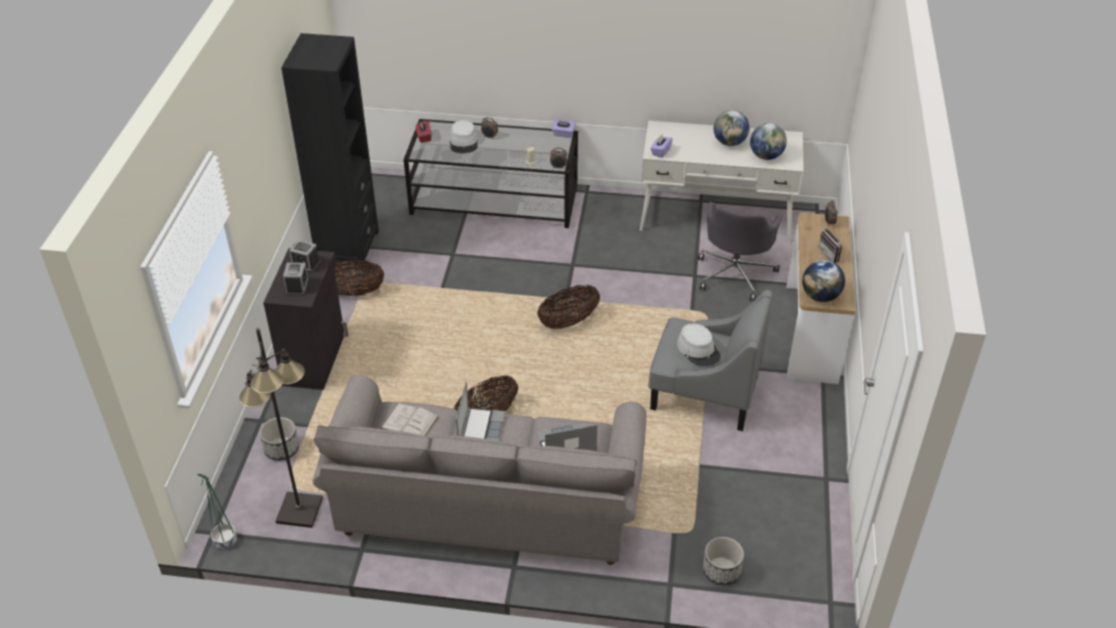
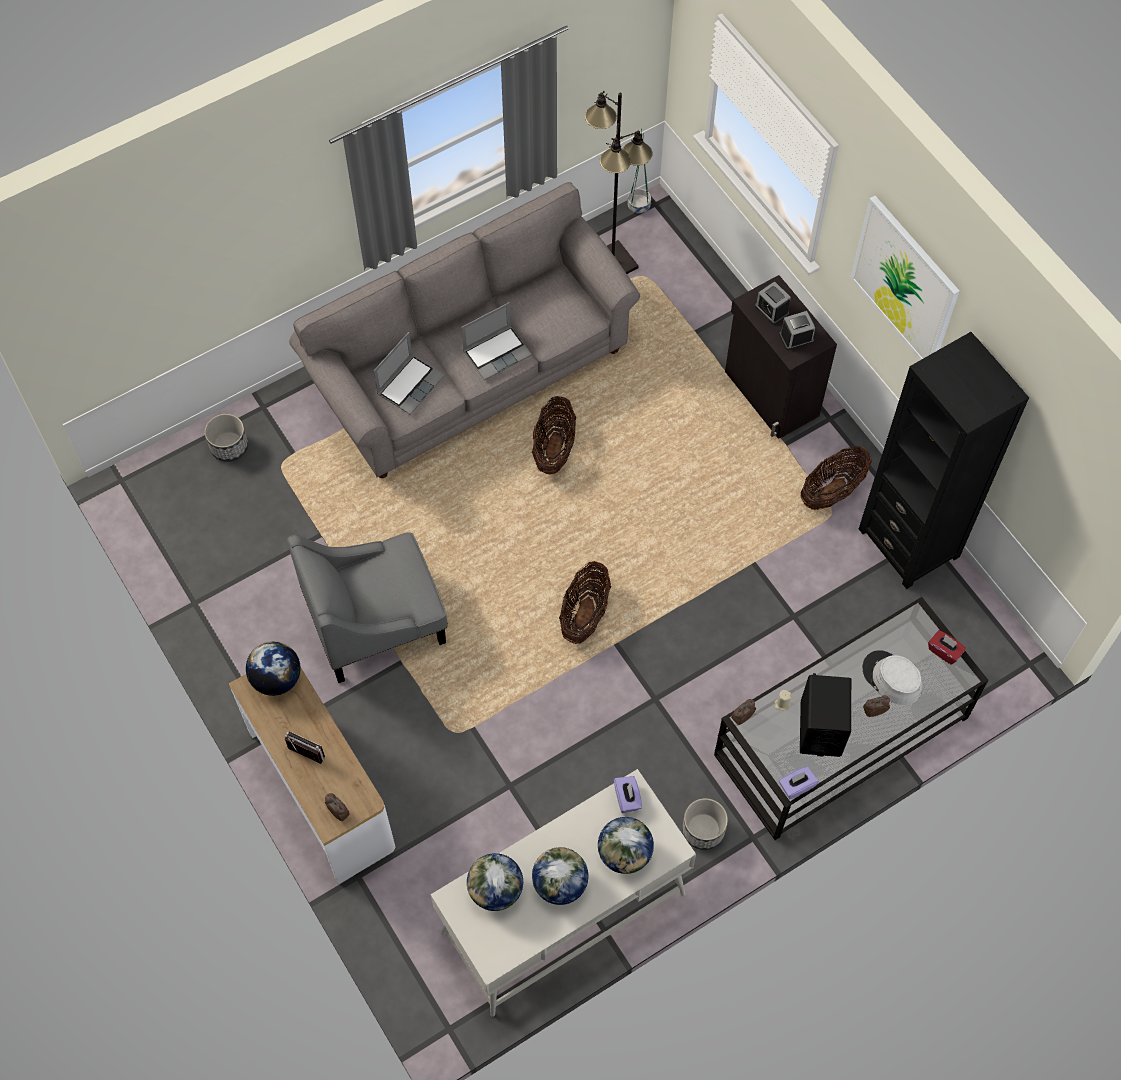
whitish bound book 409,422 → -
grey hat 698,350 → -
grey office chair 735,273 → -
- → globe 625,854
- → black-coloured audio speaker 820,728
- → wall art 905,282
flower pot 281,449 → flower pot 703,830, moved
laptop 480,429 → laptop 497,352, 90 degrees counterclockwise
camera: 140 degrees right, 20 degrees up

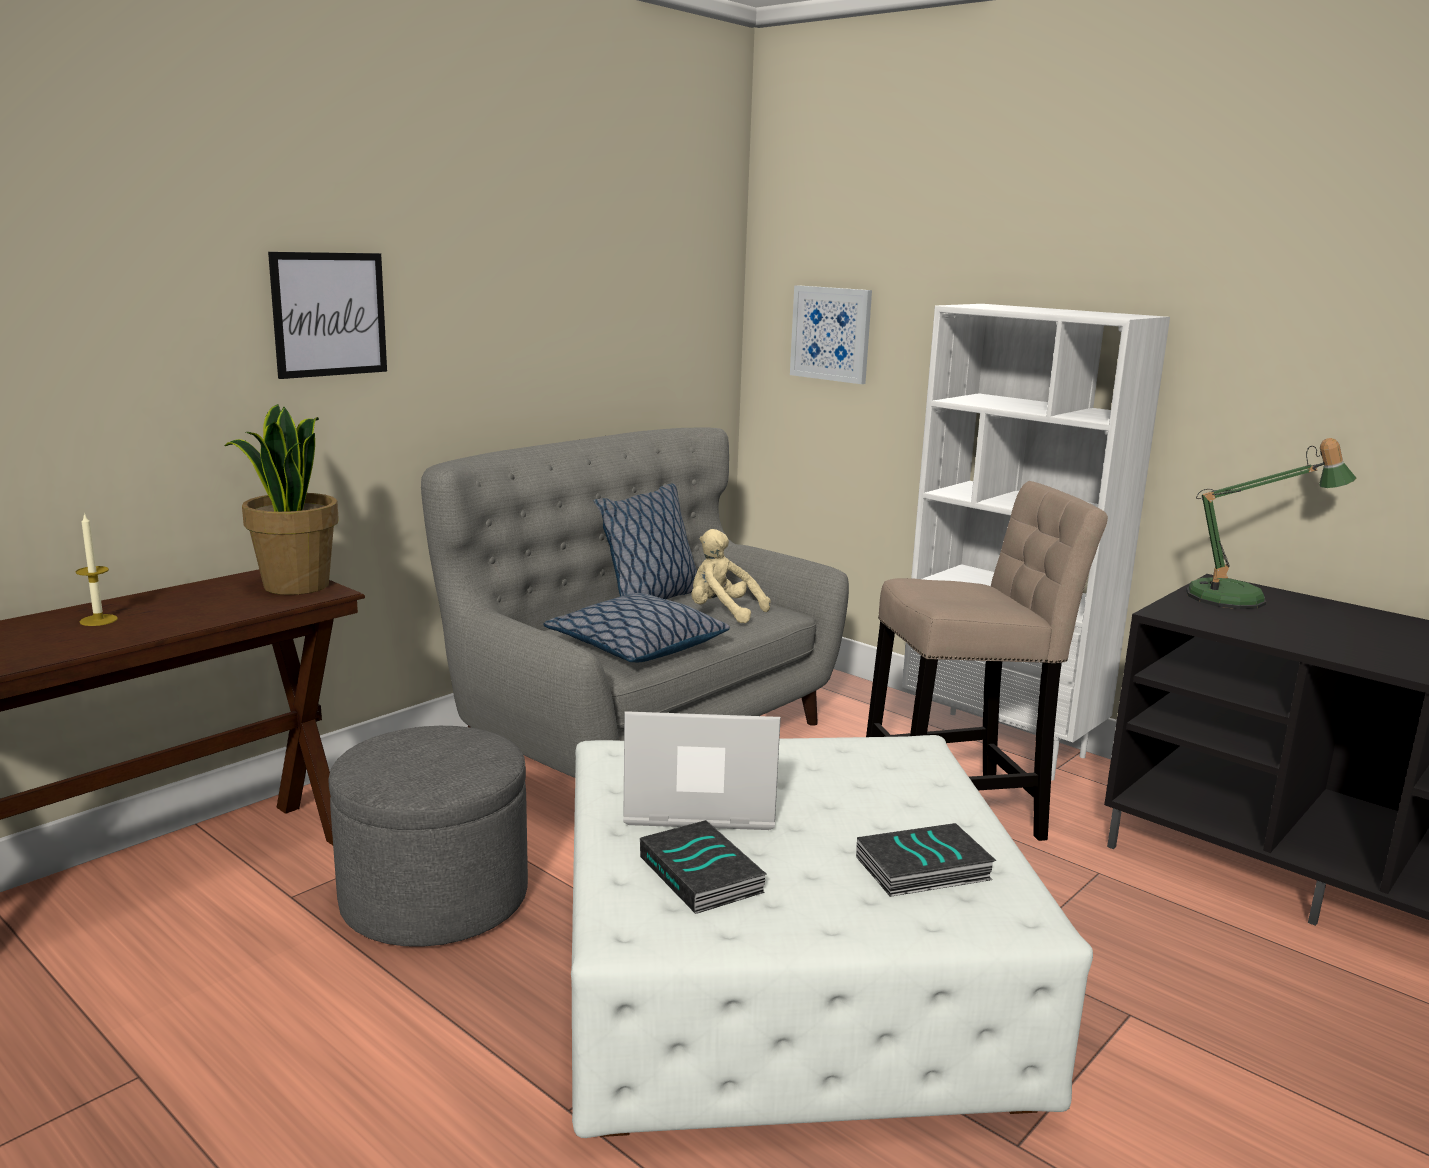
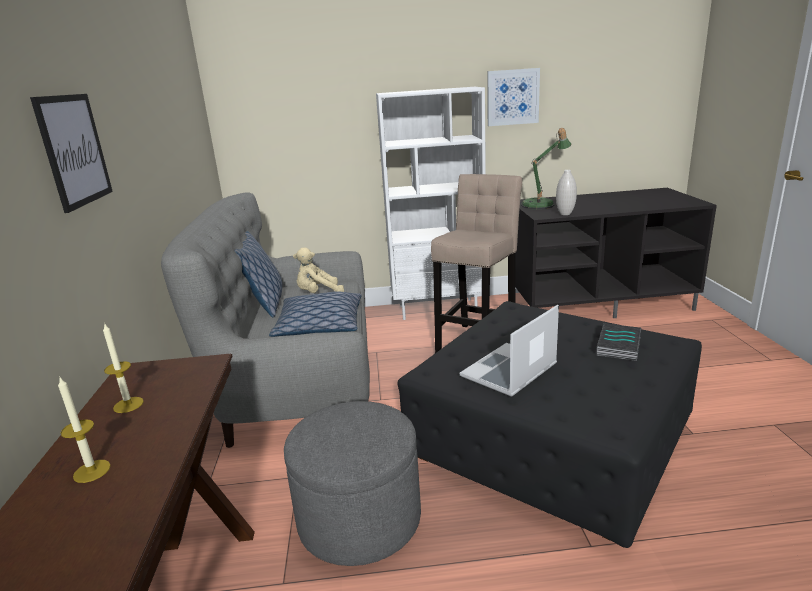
plant in a pot 295,585 → -
bound book 703,875 → -
- → wax candle 128,405
- → whitish decorative vase 565,214
wall art 831,333 → wall art 512,97, moved
whitish pouffe 784,986 → black-coloured pouffe 551,439
camera: 45 degrees left, 5 degrees up

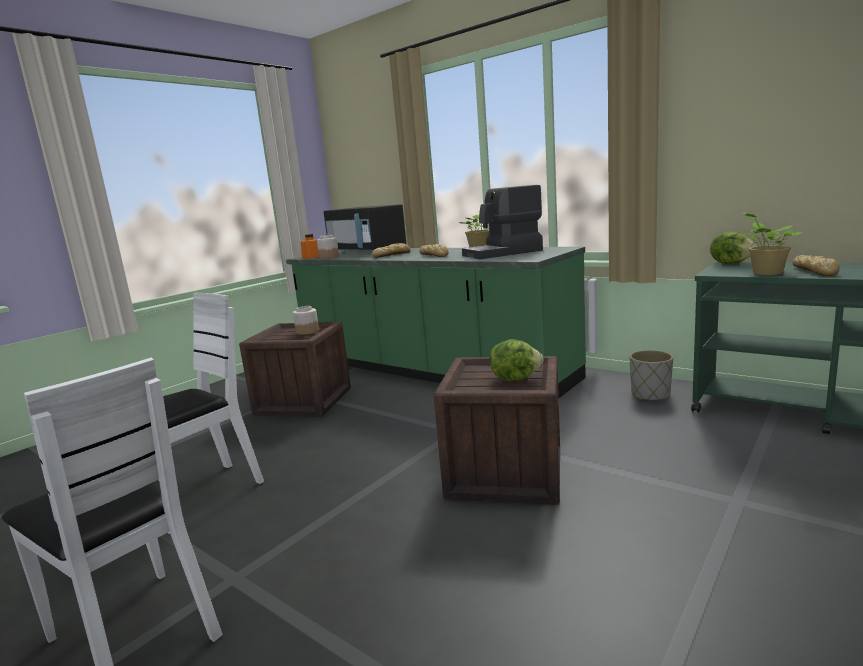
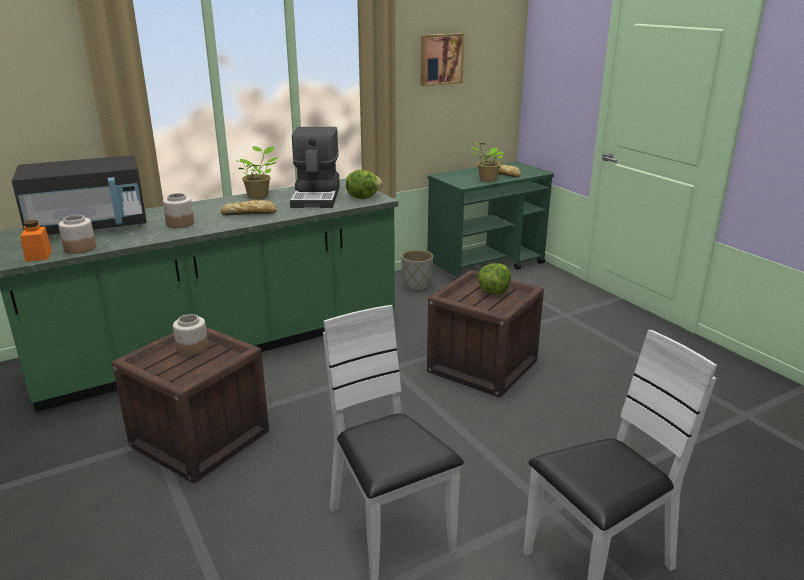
- → wall art 440,59
head of lettuce 731,263 → head of lettuce 363,197, moved
baked bread 392,255 → preserve jar 180,223
camera: 70 degrees left, 10 degrees up

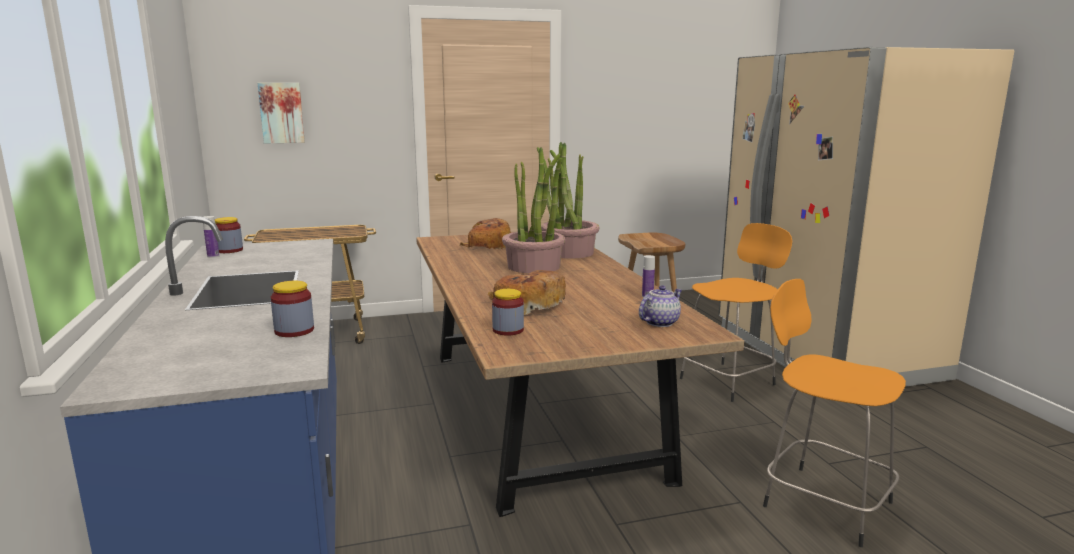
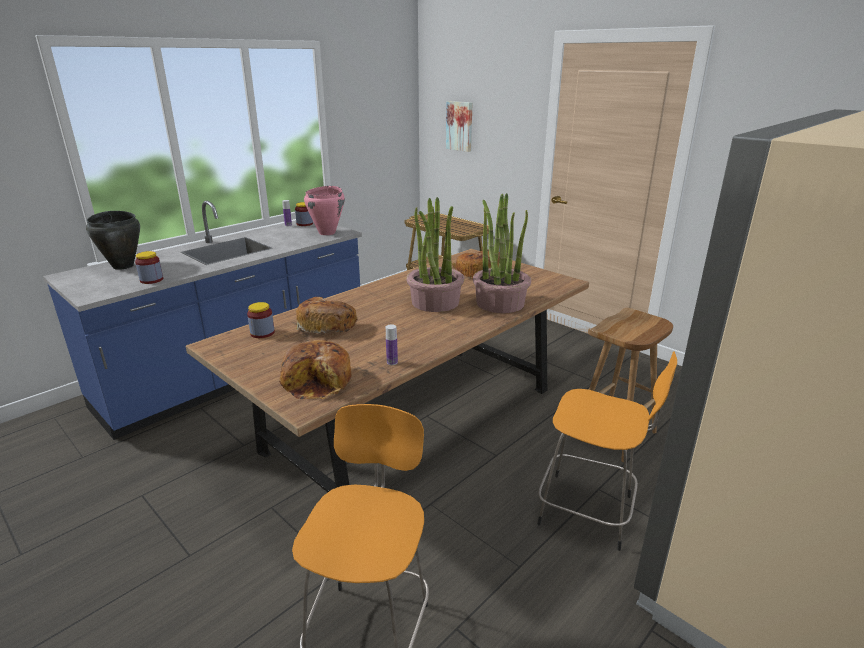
- → black-coloured cooking pot 123,266
- → pink cooking pot 327,233
pot for tea 659,322 → baked bread 319,381
camera: 60 degrees right, 10 degrees up

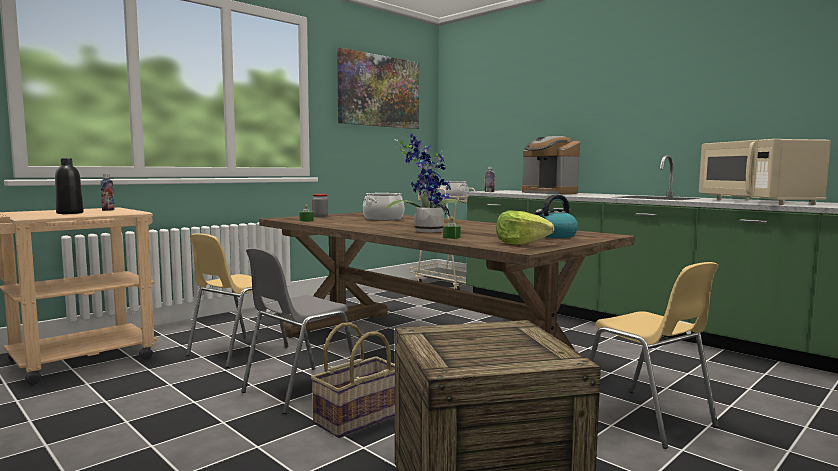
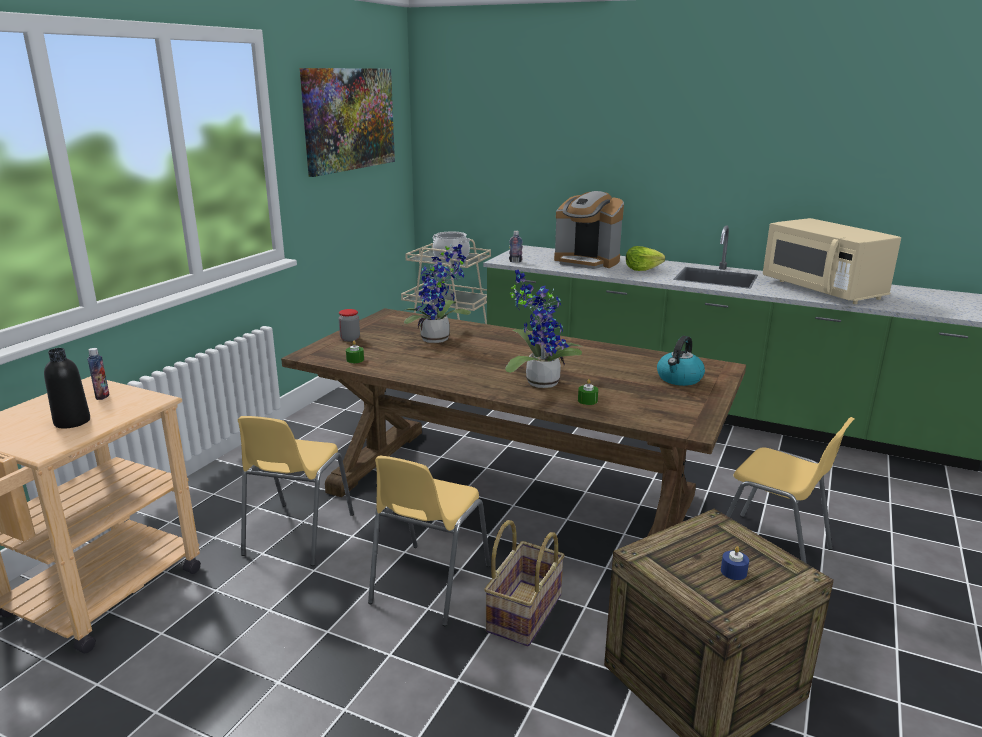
- → blue wax candle 733,572
head of lettuce 521,243 → head of lettuce 642,269, moved
cooking pot 383,219 → plant in a pot 439,339
grey plain chair 299,390 → yellow-coloured plain chair 428,584
camera: 20 degrees left, 15 degrees up

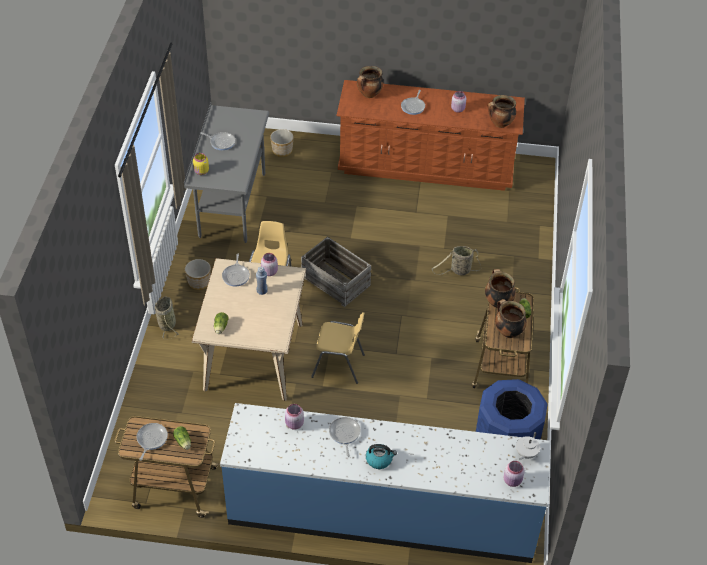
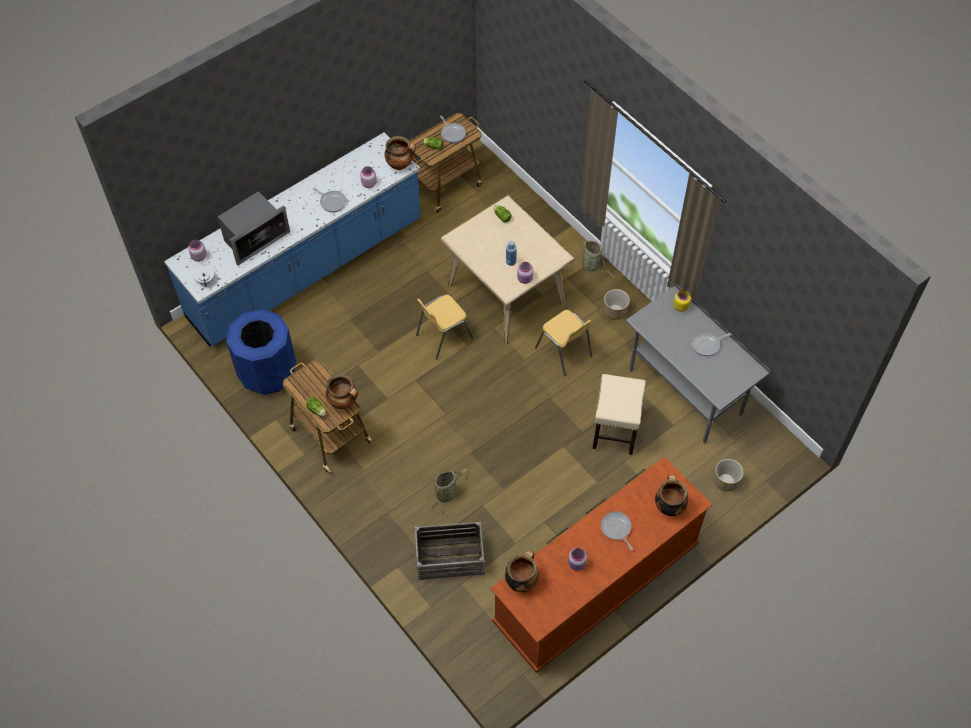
pan 236,275 → -
tea kettle 379,460 → -
- → microwave 254,238
- → beige stool seat 615,430
crate 336,281 → crate 450,558, moved
cooking pot 508,331 → cooking pot 400,164, moved
camera: 135 degrees right, 10 degrees up

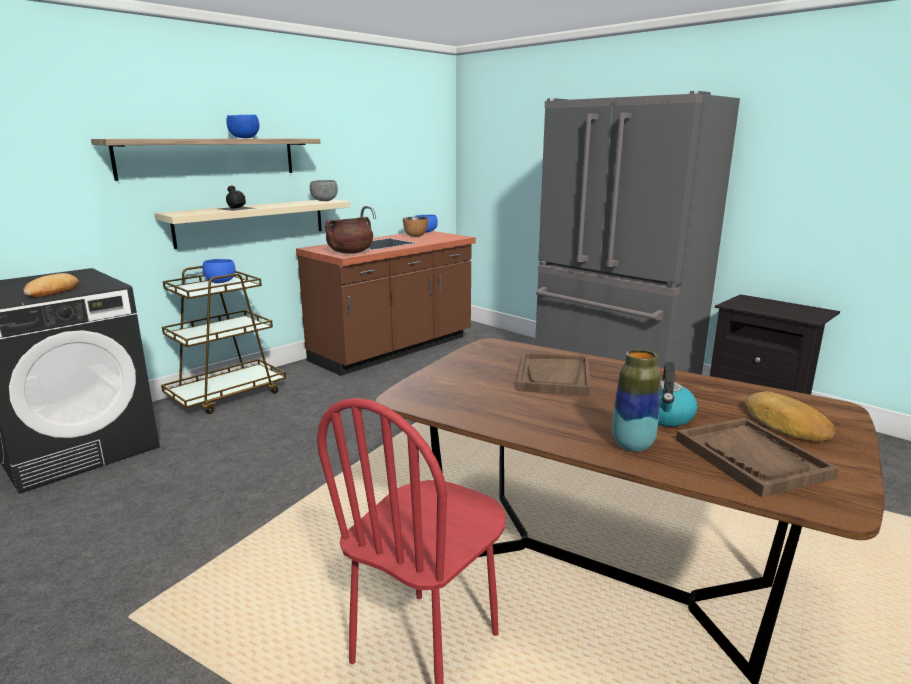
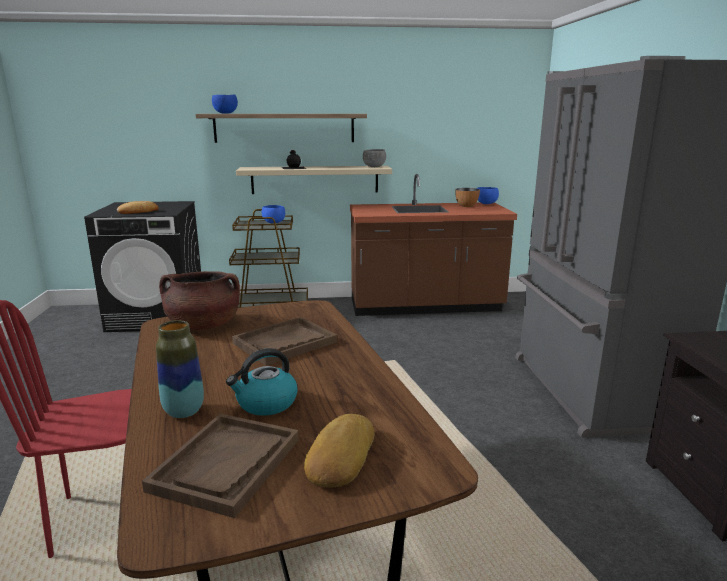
blue serving bowl 245,138 → blue serving bowl 225,113, moved
brown cooking pot 350,252 → brown cooking pot 203,325, moved
camera: 40 degrees right, 0 degrees up

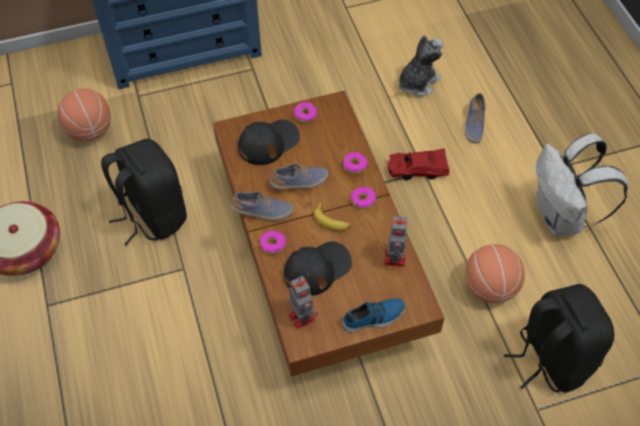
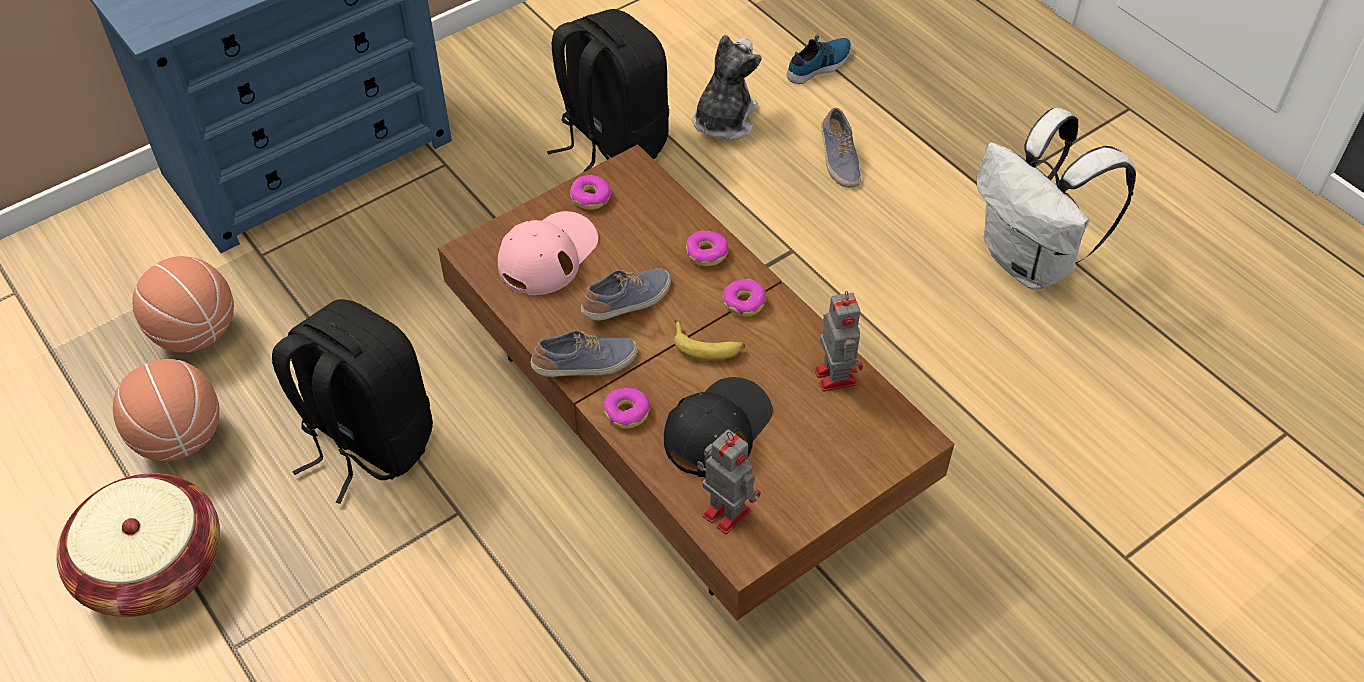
red model car 417,169 → -
low shoe 374,318 → low shoe 820,65, moved
ball for basketball 490,287 → ball for basketball 180,437, moved
black-coloured rucksack 550,358 → black-coloured rucksack 611,142, moved
black-coloured baseball cap 268,142 → pink baseball cap 548,255
camera: 20 degrees left, 5 degrees down

